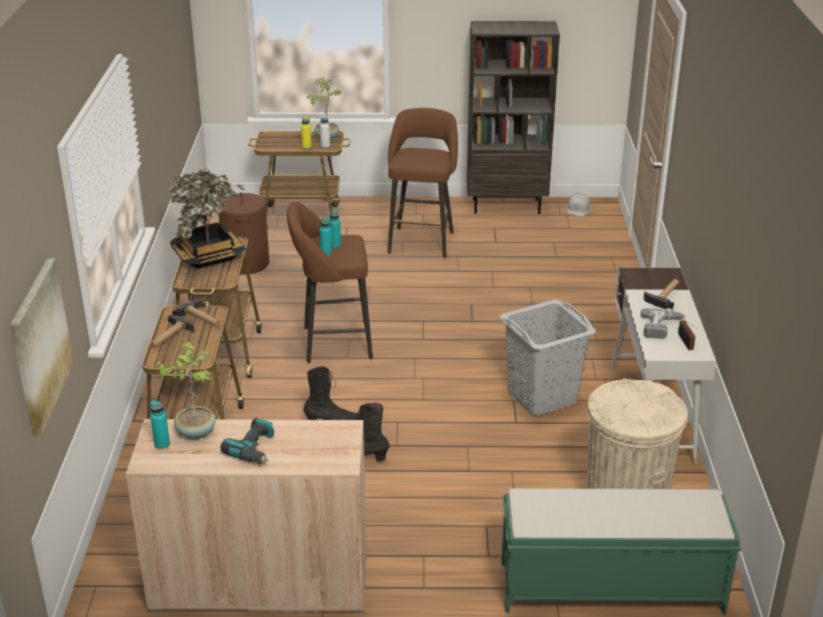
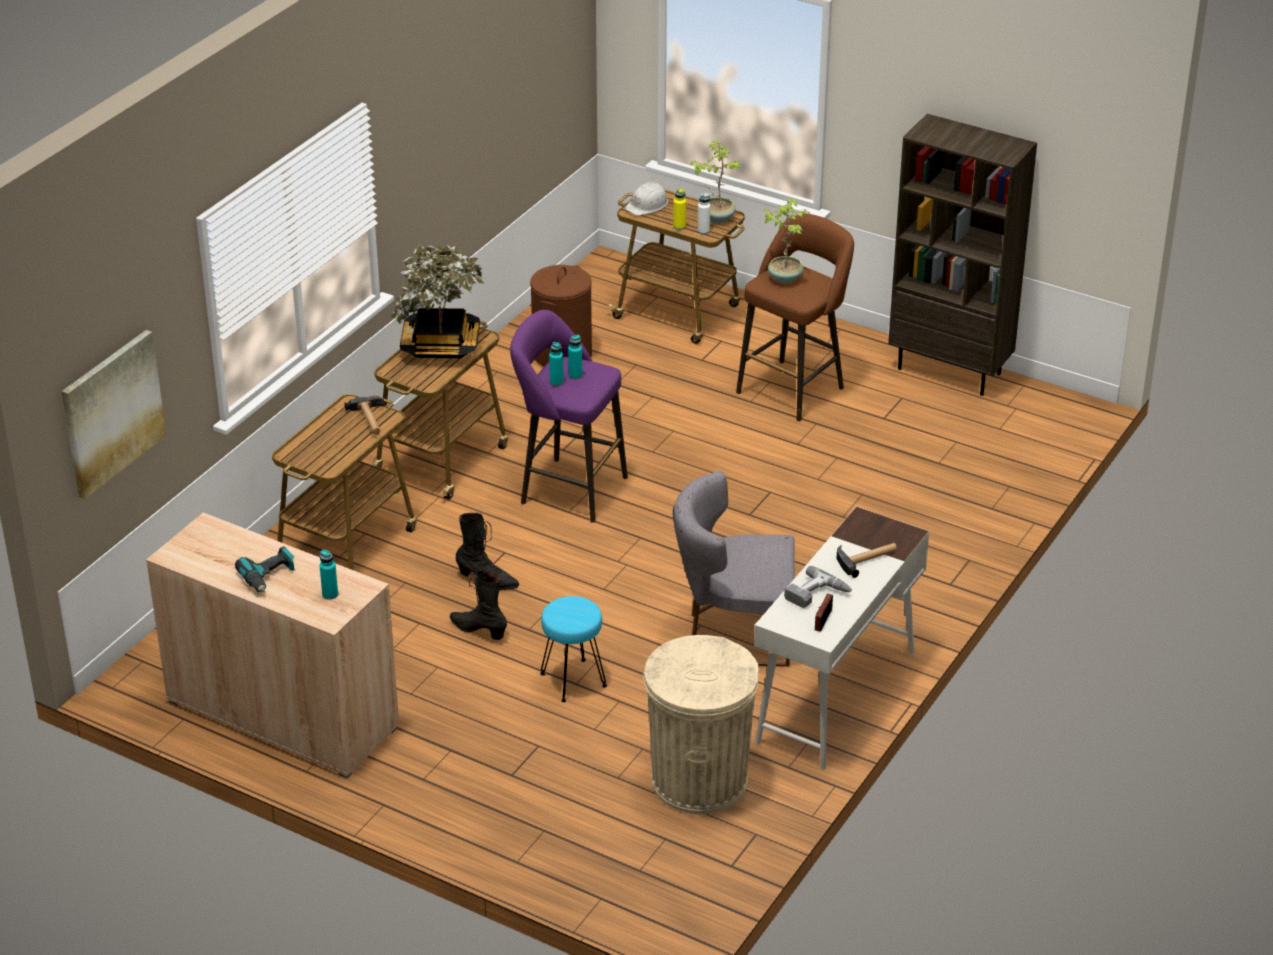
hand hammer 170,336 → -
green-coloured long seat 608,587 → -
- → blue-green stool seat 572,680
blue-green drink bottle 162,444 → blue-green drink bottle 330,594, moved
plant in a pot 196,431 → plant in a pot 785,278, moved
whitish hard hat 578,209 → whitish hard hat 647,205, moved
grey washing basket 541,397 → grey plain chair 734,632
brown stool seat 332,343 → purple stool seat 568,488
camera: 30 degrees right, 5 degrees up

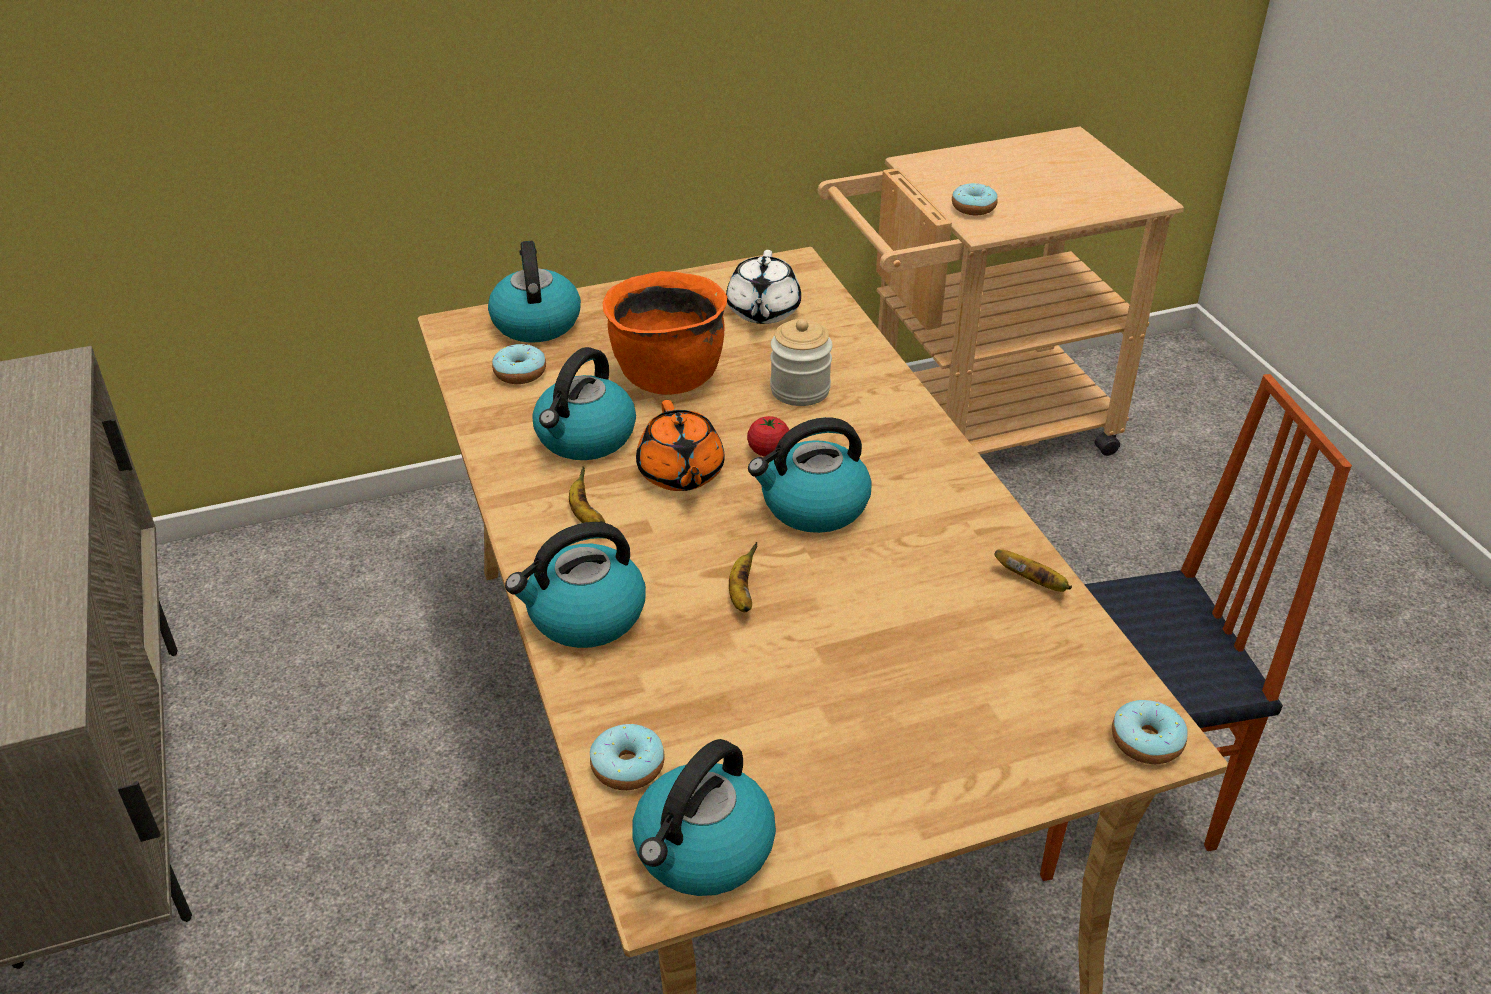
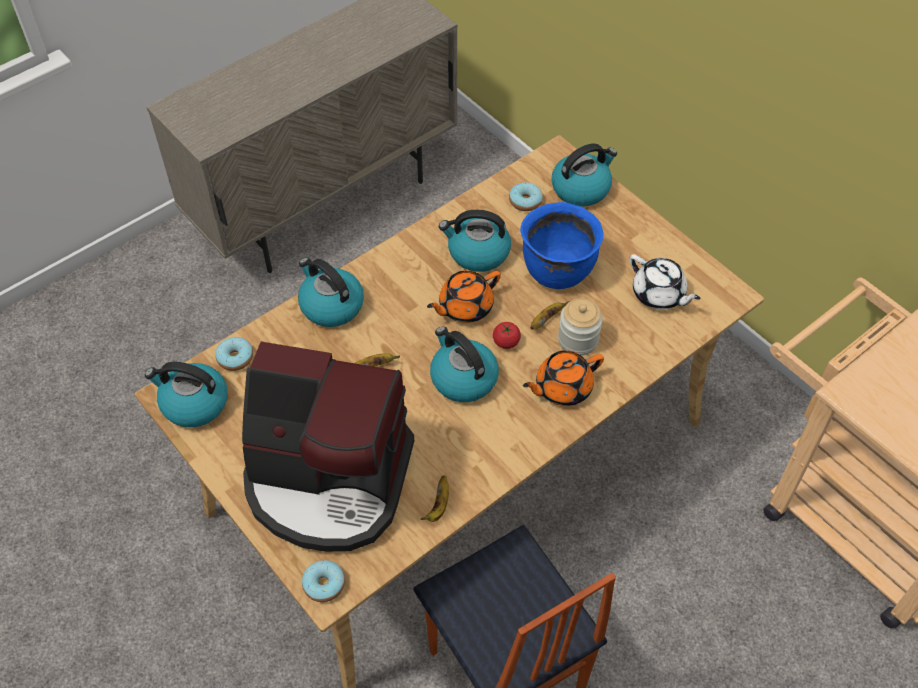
ring doughnut 973,207 → -
- → coffee brewer 329,480
- → orange pot for tea 562,388
banana fruit 585,515 → banana fruit 546,320, moved
orange cooking pot 667,377 → blue cooking pot 557,270
whitish pot for tea 762,311 → whitish pot for tea 659,295, 120 degrees counterclockwise
camera: 70 degrees right, 15 degrees up

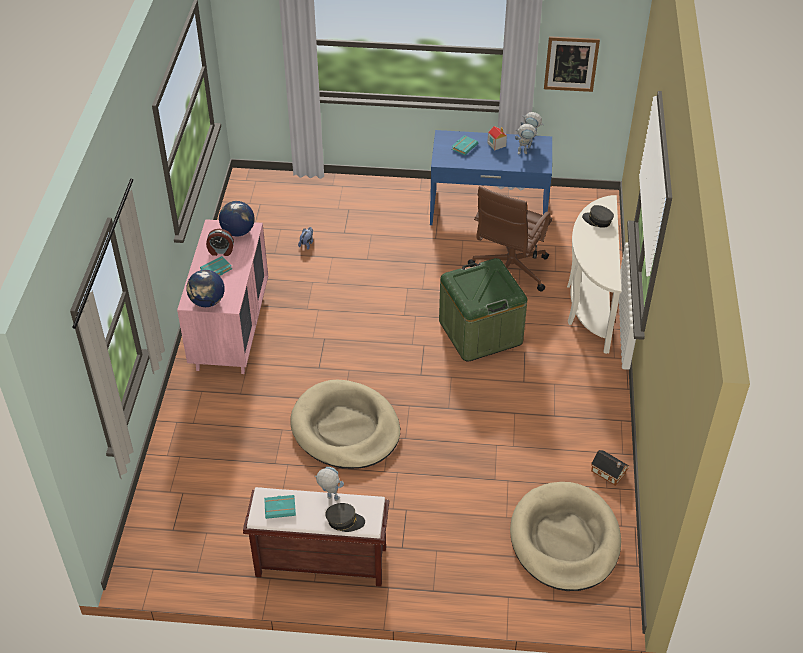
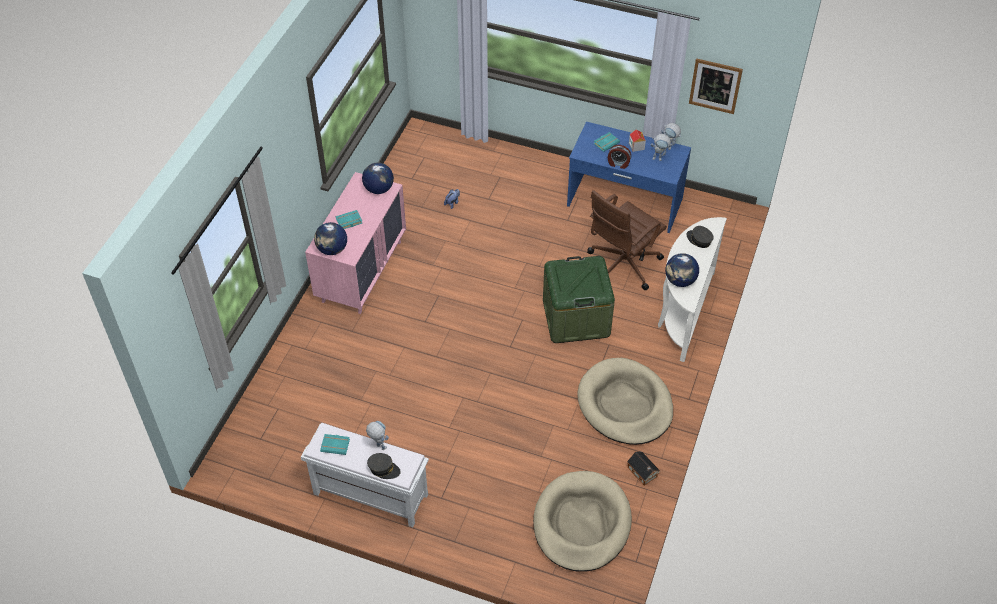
- → globe 680,281
bedside clock 221,251 → bedside clock 618,164, moved
beige dog bed 345,428 → beige dog bed 625,404, moved
brown long seat 319,562 → whitish long seat 369,494
camera: 15 degrees right, 5 degrees up

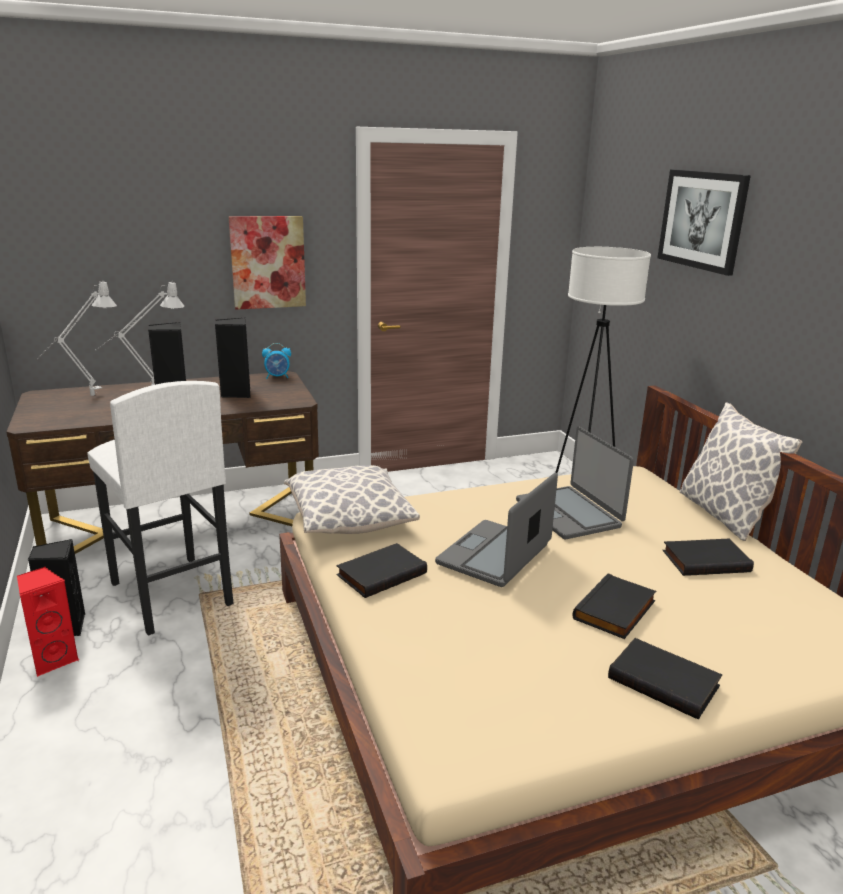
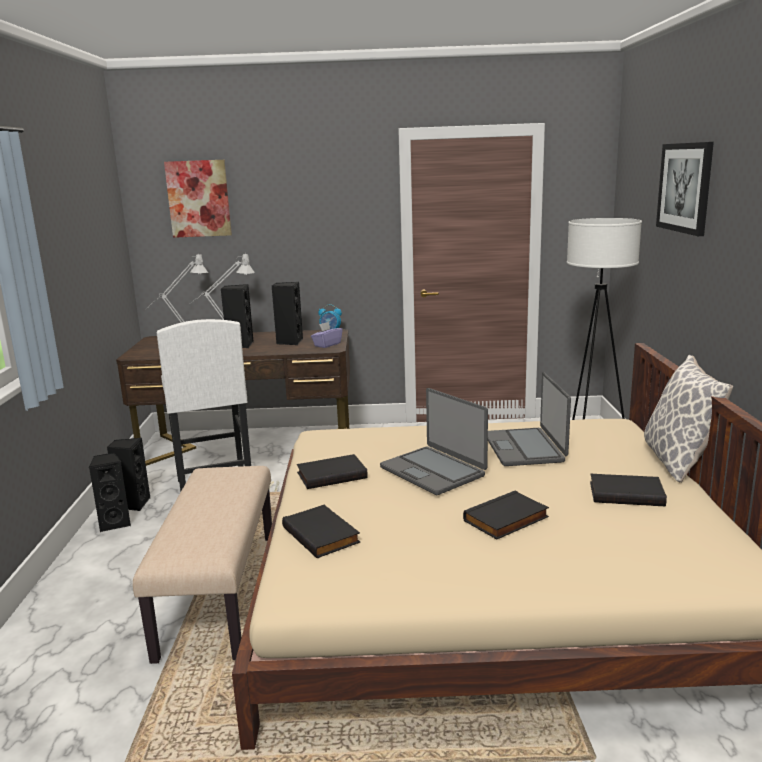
cushion 349,520 → -
- → beige long seat 221,593
- → purple box of tissues 327,345
wall art 268,262 → wall art 198,198, moved
black-coloured bound book 665,681 → black-coloured bound book 322,535, moved
red audio speaker 53,659 → black-coloured audio speaker 115,523
laptop 495,555 → laptop 433,471, 90 degrees counterclockwise
camera: 20 degrees right, 5 degrees down

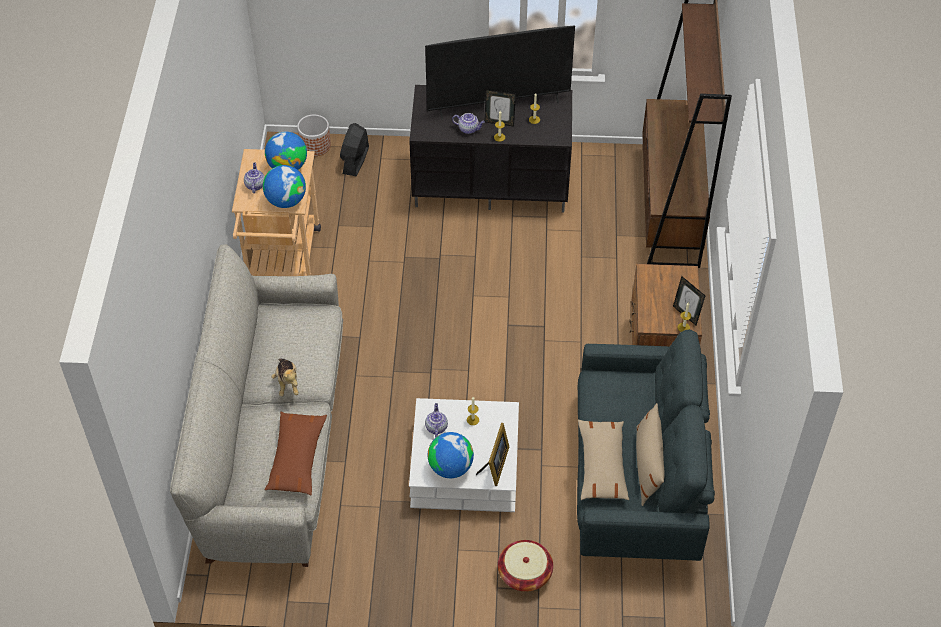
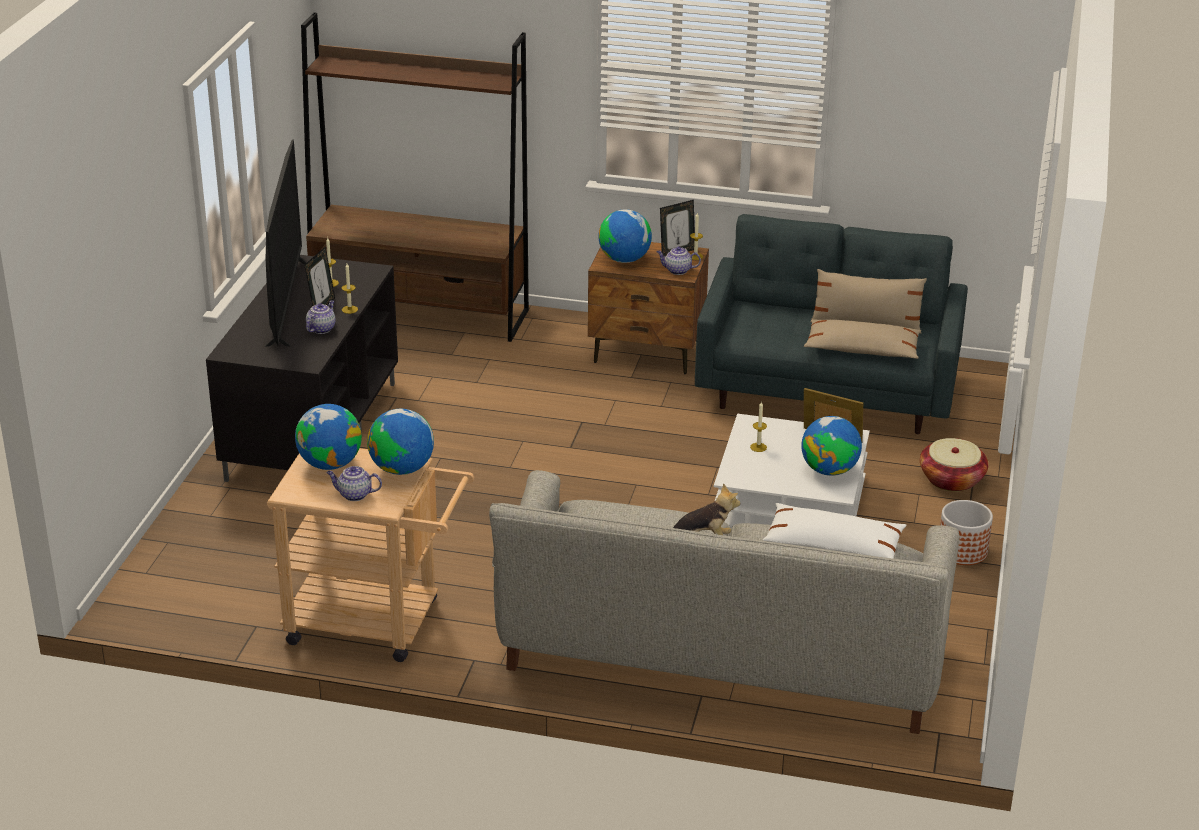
black-coloured fan 355,160 → -
- → globe 624,260
flower pot 315,145 → flower pot 962,551, moved
pot for tea 436,427 → pot for tea 677,270, moved
brown cushion 296,458 → whitish cushion 833,545
camera: 80 degrees left, 20 degrees down

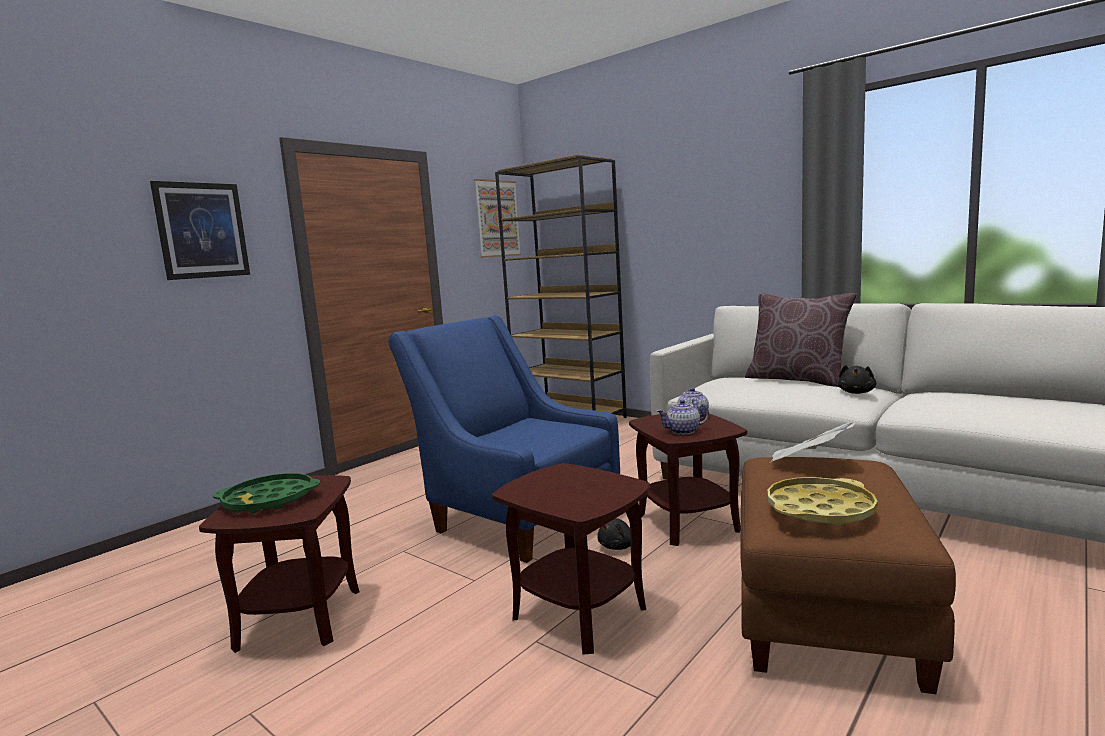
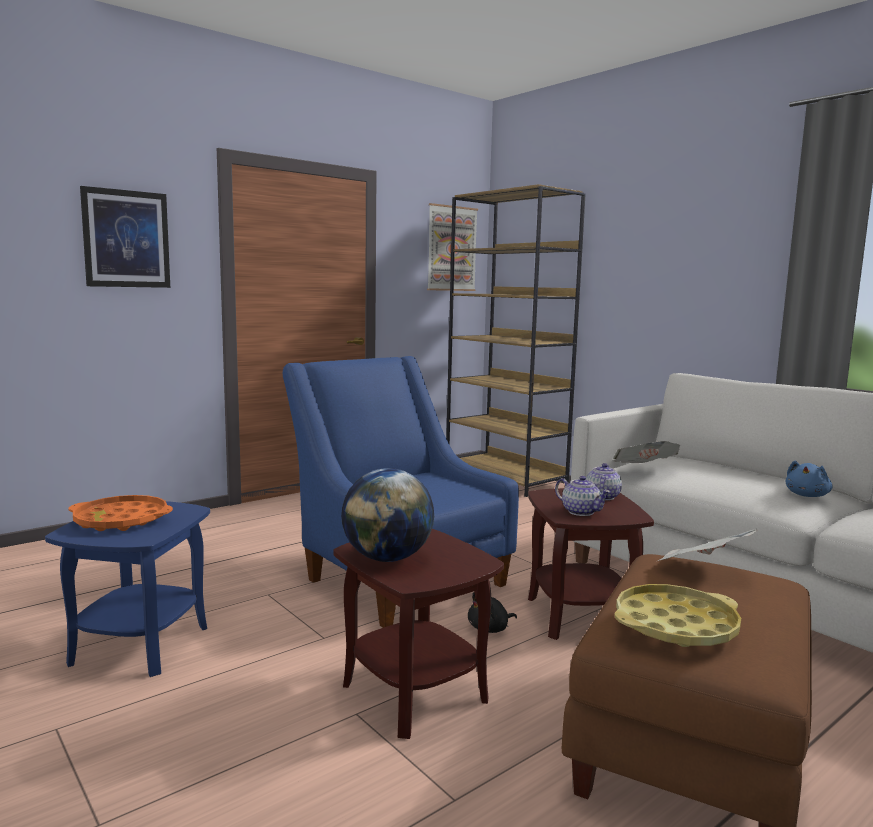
brown cushion 797,380 → -
- → globe 388,558
- → daily paper 644,471
brown side table 298,618 → blue side table 139,644
green-coloured carrying tray 269,500 → orange carrying tray 121,520
black-coloured cuddly toy 856,392 → blue cuddly toy 807,495
pot for tea 683,431 → pot for tea 580,511, 135 degrees counterclockwise
camera: 10 degrees right, 0 degrees up

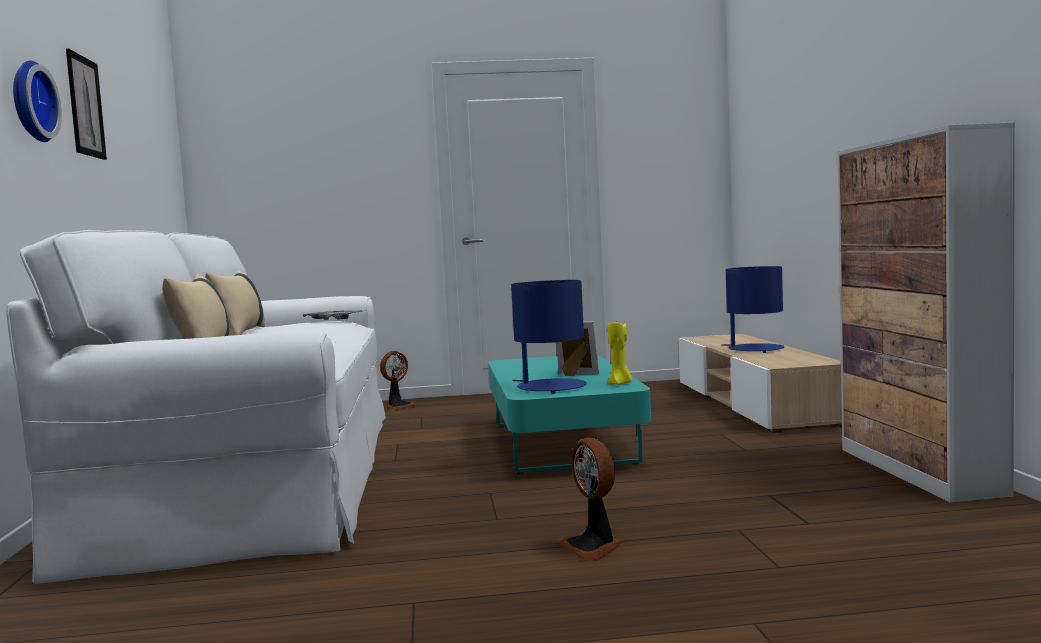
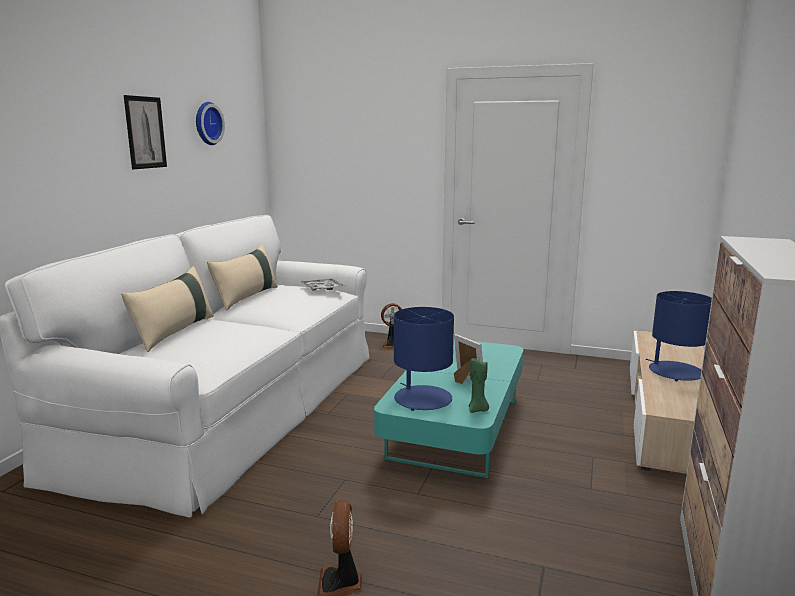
clock on the wall 29,102 → clock on the wall 206,123, moved
yellow-coloured wax candle 620,384 → green-coloured wax candle 478,410
camera: 25 degrees right, 10 degrees up

